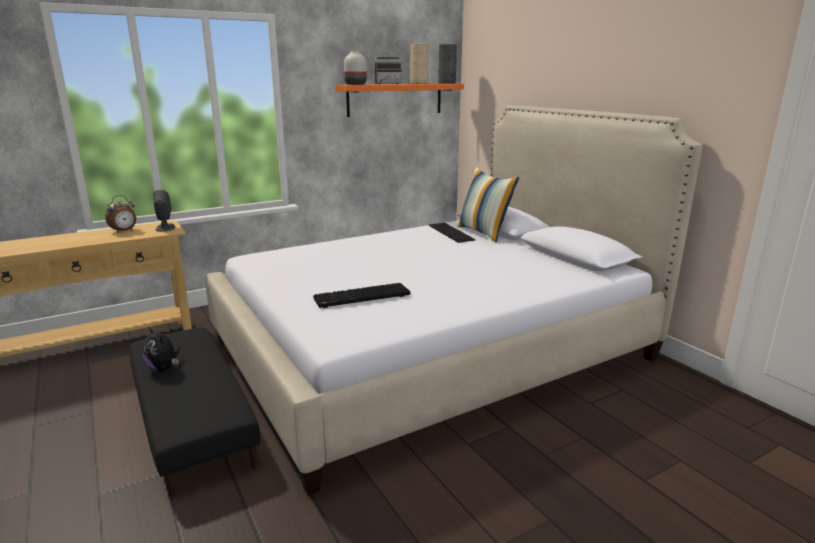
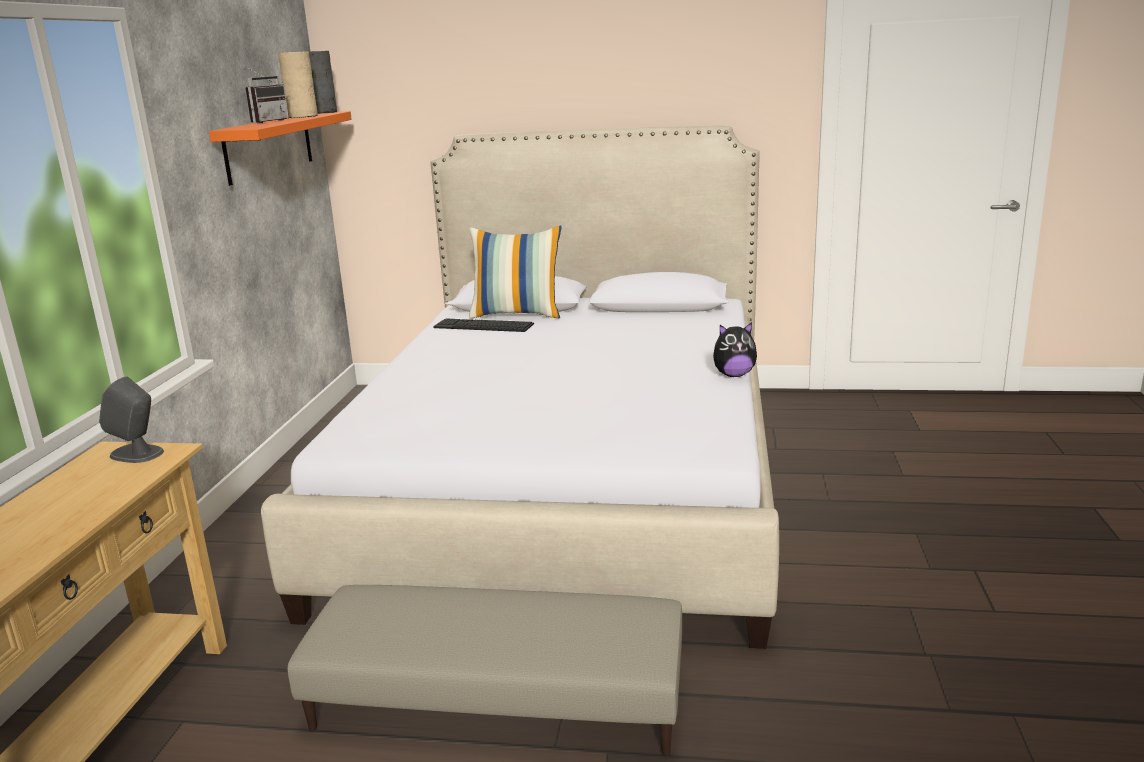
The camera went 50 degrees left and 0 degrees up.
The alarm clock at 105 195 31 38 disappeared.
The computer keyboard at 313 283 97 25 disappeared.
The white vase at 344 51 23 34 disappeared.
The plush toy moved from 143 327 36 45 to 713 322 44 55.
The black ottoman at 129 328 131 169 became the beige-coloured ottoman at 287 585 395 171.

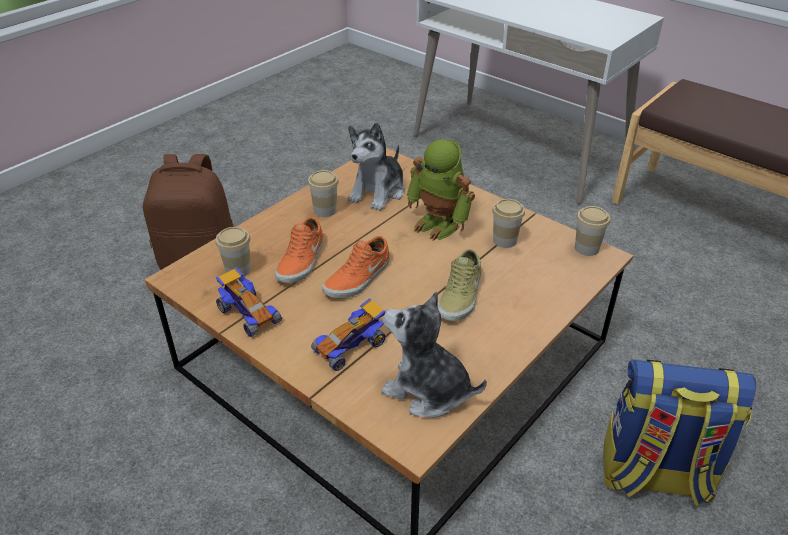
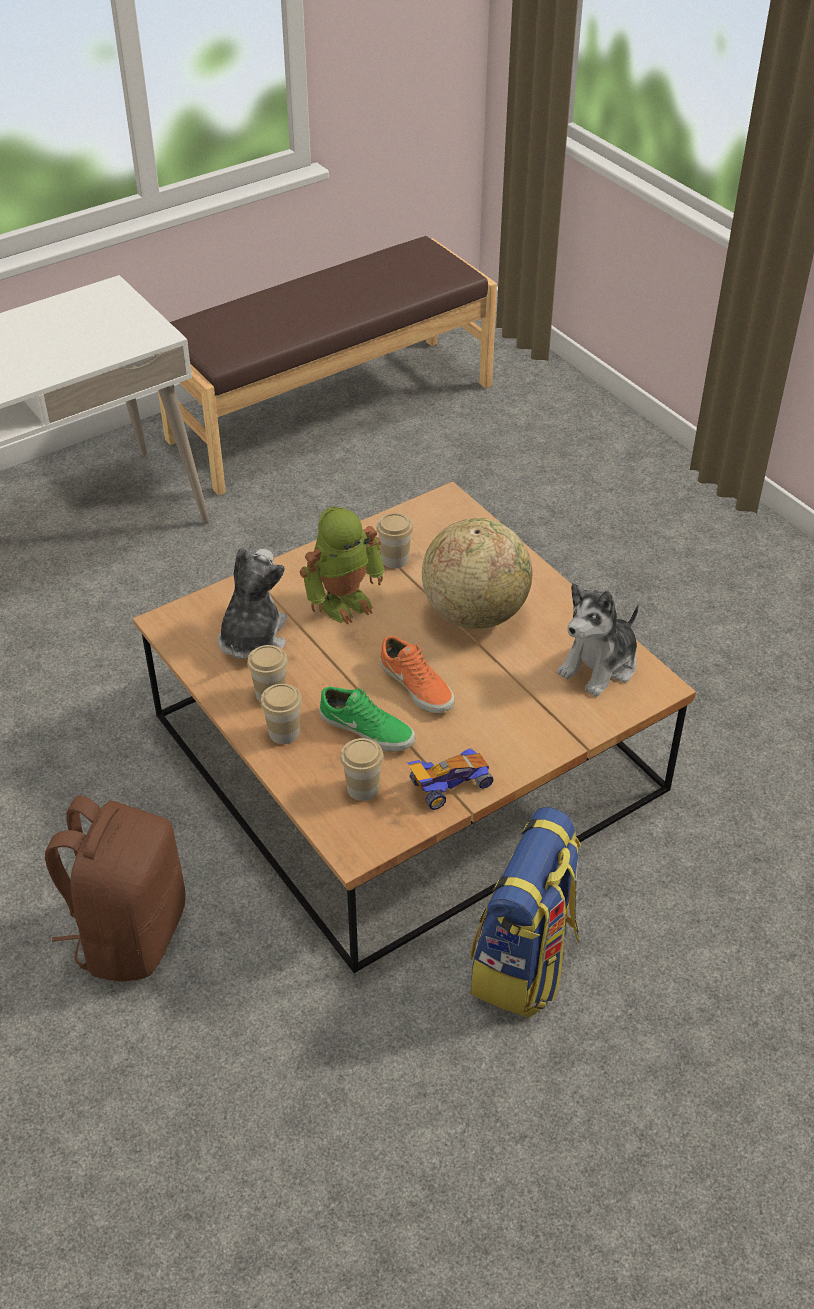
The camera went 75 degrees left and 5 degrees up.
The miniature car at 311 298 75 73 disappeared.
The small cup moved from 575 206 35 50 to 260 684 42 60.
The knapsack moved from 603 360 153 147 to 470 807 111 211.
The beige-coloured low shoe at 438 249 43 72 was replaced by the globe at 422 518 111 111.
The orange-coloured low shoe at 275 217 48 66 became the green low shoe at 319 687 97 65.
The plush toy at 348 122 57 89 turned 120 degrees counterclockwise.

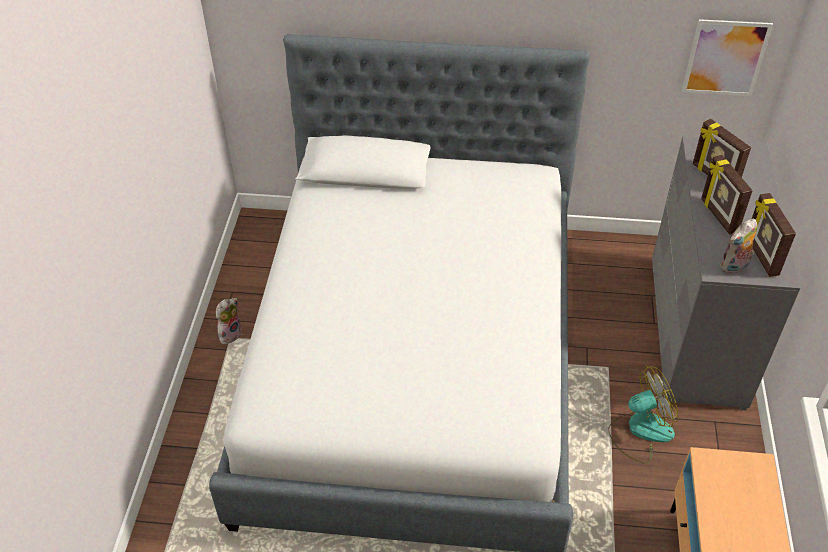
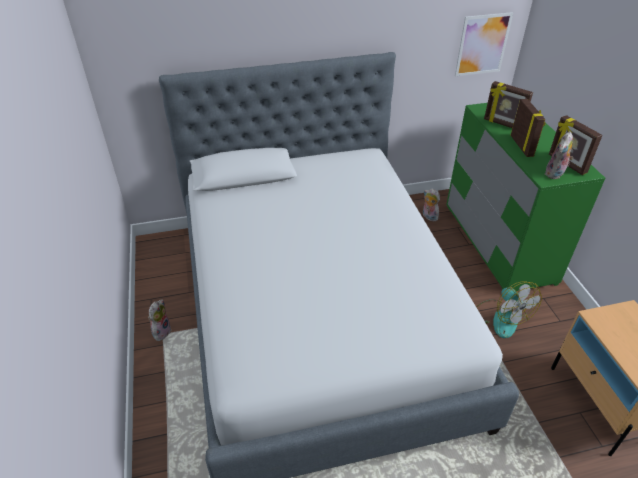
The camera went 20 degrees left and 5 degrees down.
The plush toy at 423 188 17 33 appeared.
The greyish drawer chest at 652 137 148 273 became the green drawer chest at 446 103 159 188.
The fan at 608 366 71 98 turned 105 degrees clockwise.
The photo frame at 701 155 52 80 turned 150 degrees counterclockwise.

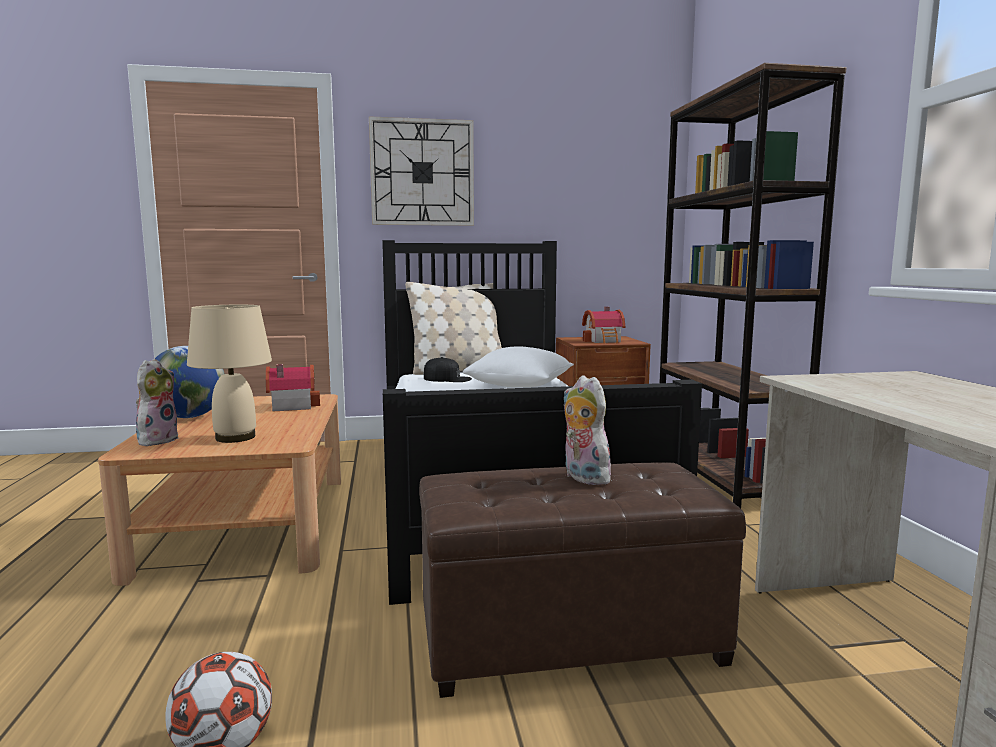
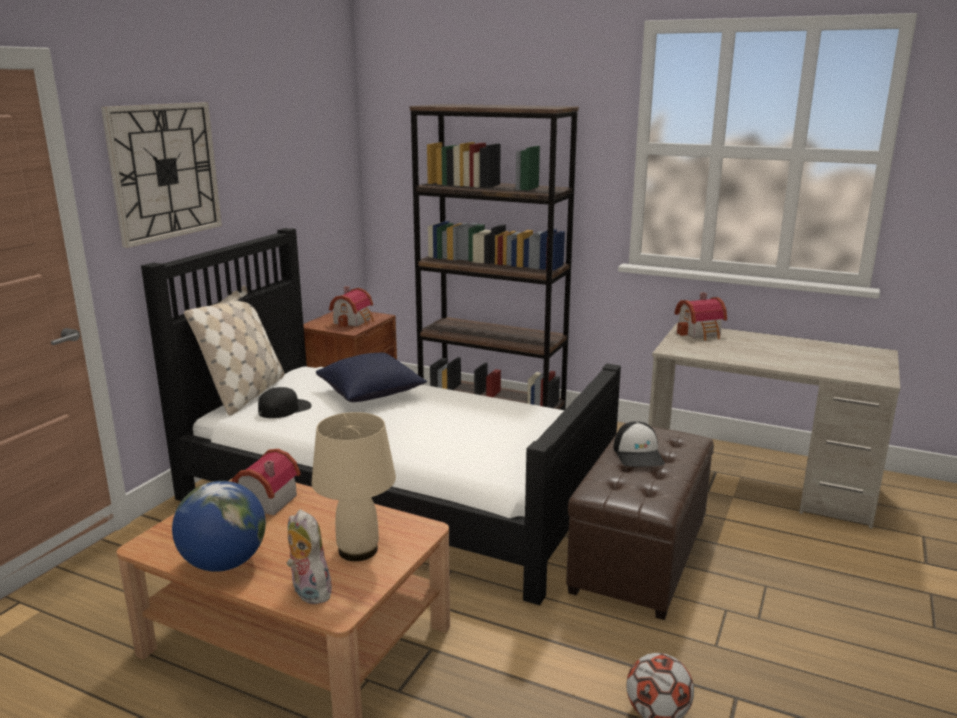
The camera went 55 degrees left and 10 degrees up.
The miniature house at 674 292 53 49 appeared.
The plush toy at 563 375 49 110 was replaced by the peaked cap at 613 421 52 46.
The white pillow at 463 346 111 41 became the blue pillow at 316 353 111 49.

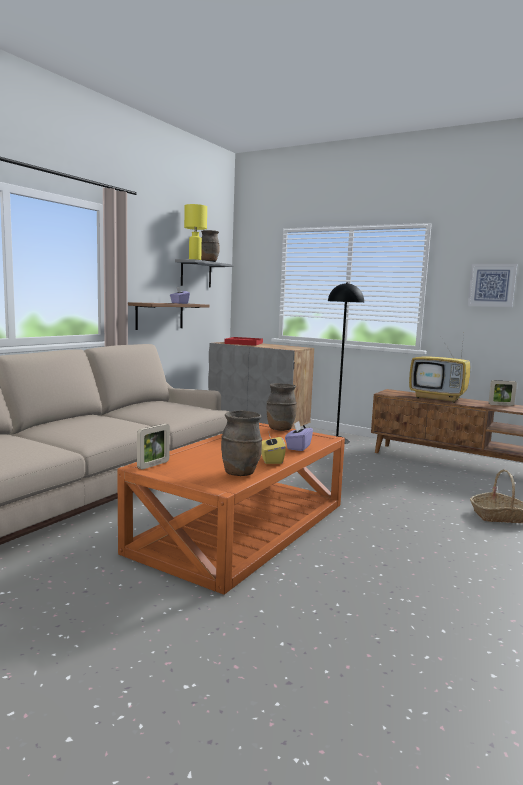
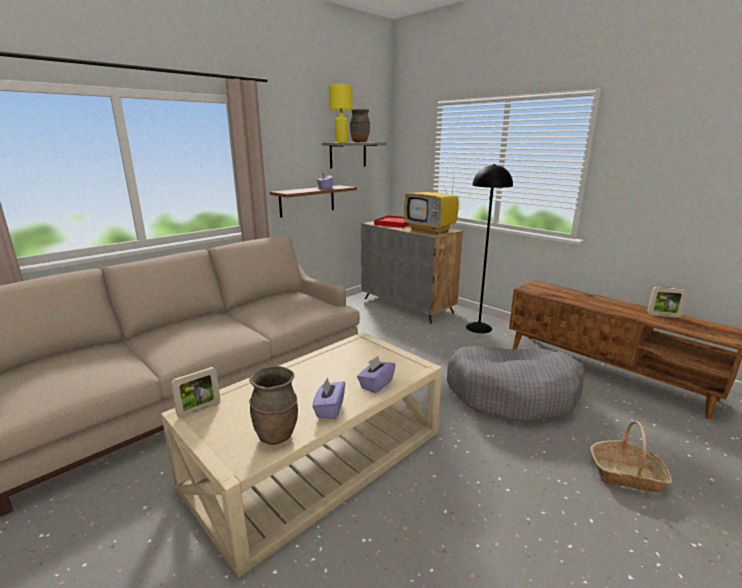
The camera went 15 degrees right and 10 degrees up.
The brownish vase at 266 383 31 48 disappeared.
The picture at 467 264 50 43 disappeared.
The greyish pet bed at 447 346 138 75 appeared.
The TV set moved from 409 336 61 67 to 404 176 55 58.
The orange-coloured low table at 117 423 228 172 became the beige-coloured low table at 161 332 281 246.
The yellowish tissue holder at 261 434 25 30 became the purplish tissue holder at 312 378 33 41.

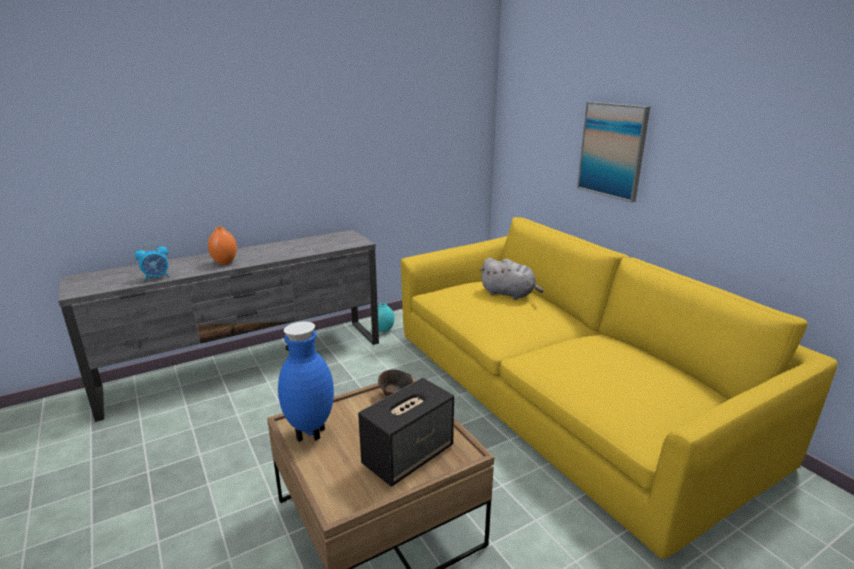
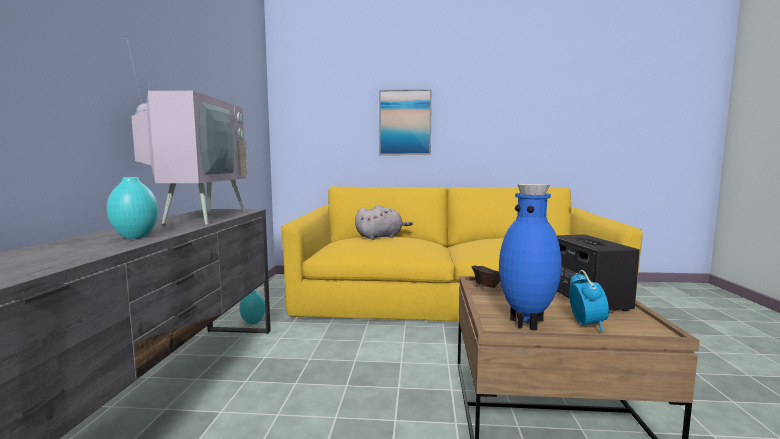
The camera went 55 degrees left and 15 degrees down.
The TV set at 125 35 122 190 appeared.
The alarm clock moved from 135 243 34 38 to 569 270 40 62.
The orange-coloured vase at 208 227 29 38 became the blue-green vase at 107 177 52 62.

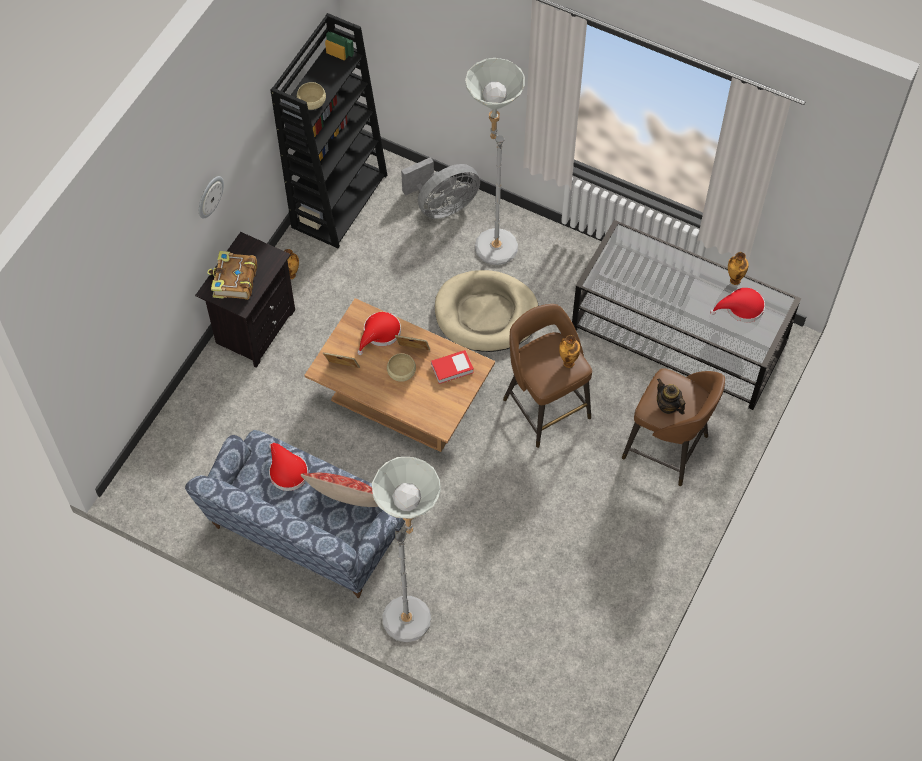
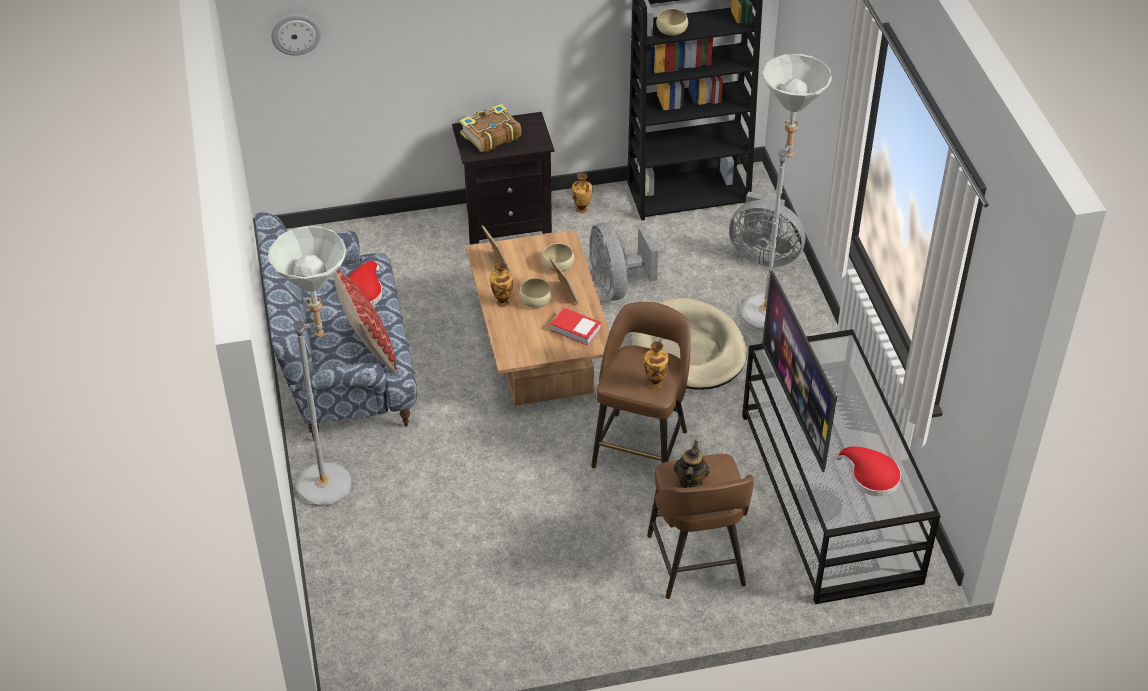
The camera went 50 degrees right and 15 degrees down.
The greyish fan at 589 222 69 79 appeared.
The TV set at 762 270 75 202 appeared.
The wall clock moved from 199 176 25 43 to 271 14 50 42.
The vase moved from 728 252 21 33 to 490 262 23 45.
The red hat at 357 312 44 43 was replaced by the beige-coloured serving bowl at 542 243 32 29.

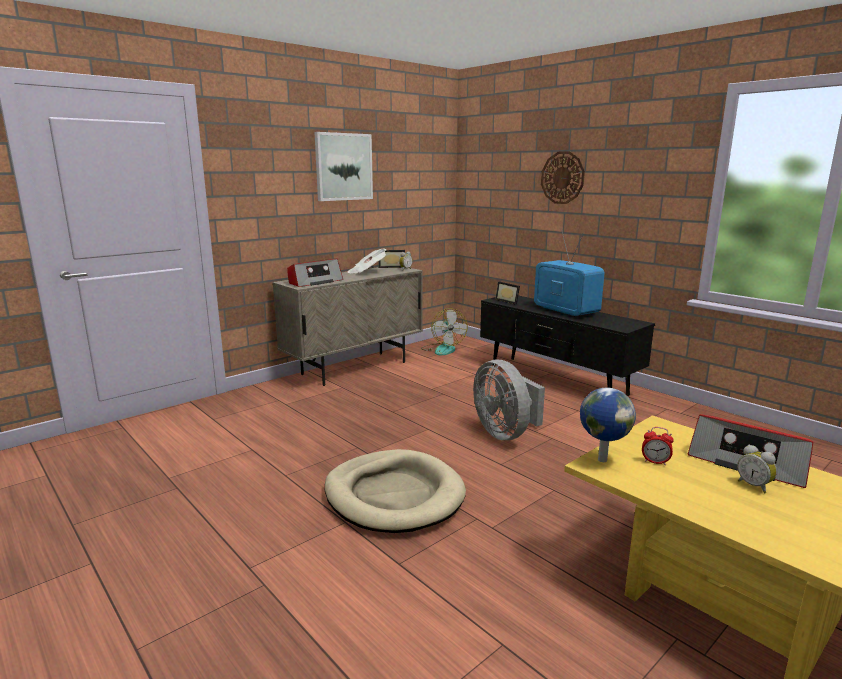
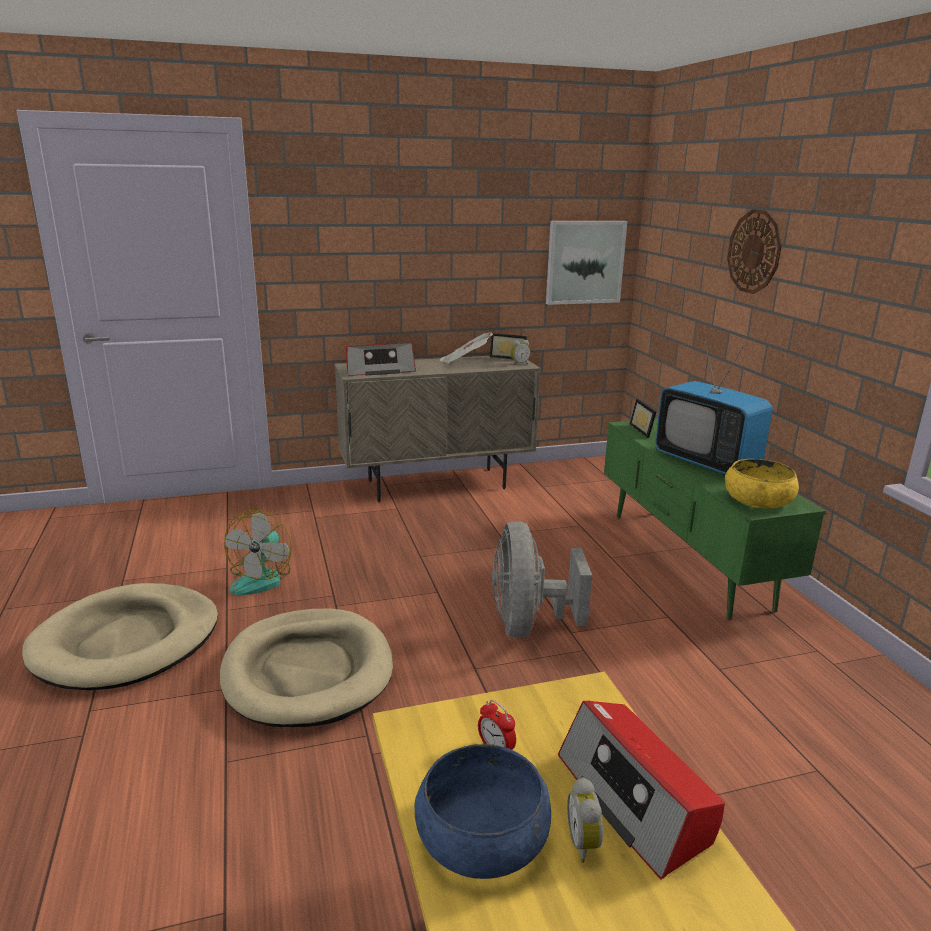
The camera went 25 degrees right and 5 degrees up.
The globe at 580 388 56 74 disappeared.
The beige-coloured pet bed at 22 583 196 107 appeared.
The blue serving bowl at 415 744 136 135 appeared.
The yellowish serving bowl at 725 459 74 50 appeared.
The picture moved from 314 132 59 69 to 546 221 81 84.
The fan moved from 421 309 47 46 to 224 510 68 85.
The black tv stand at 480 295 175 101 became the green tv stand at 604 418 222 202.
The TV set at 534 232 71 85 turned 150 degrees clockwise.

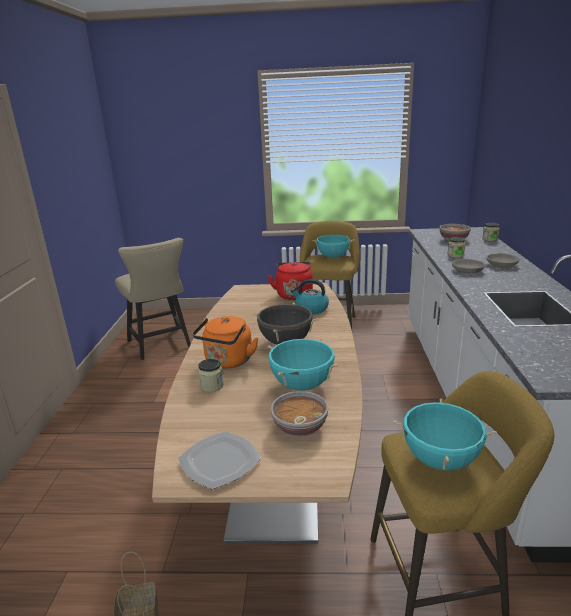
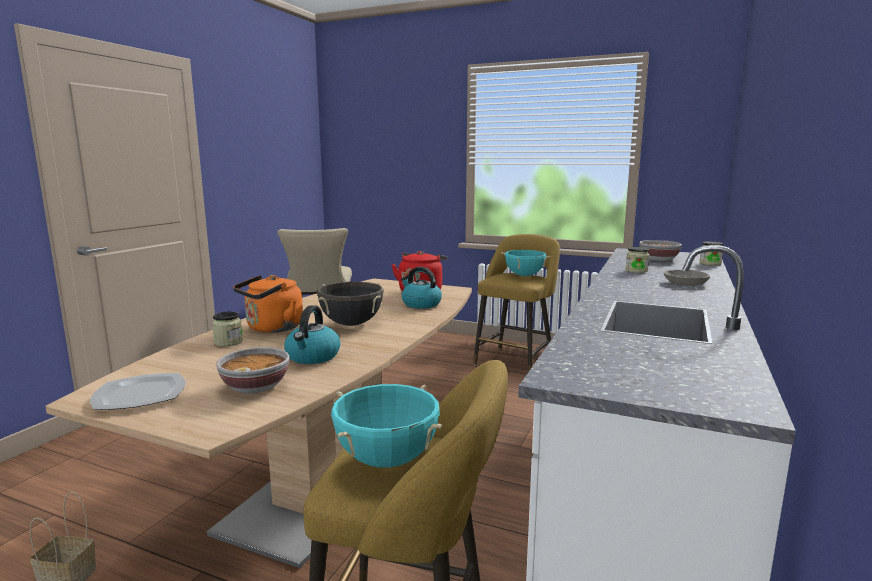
The camera went 20 degrees right and 10 degrees down.
The greyish serving bowl at 452 259 33 14 disappeared.
The blue-green cooking pot at 267 338 71 53 was replaced by the kettle at 284 305 56 59.

